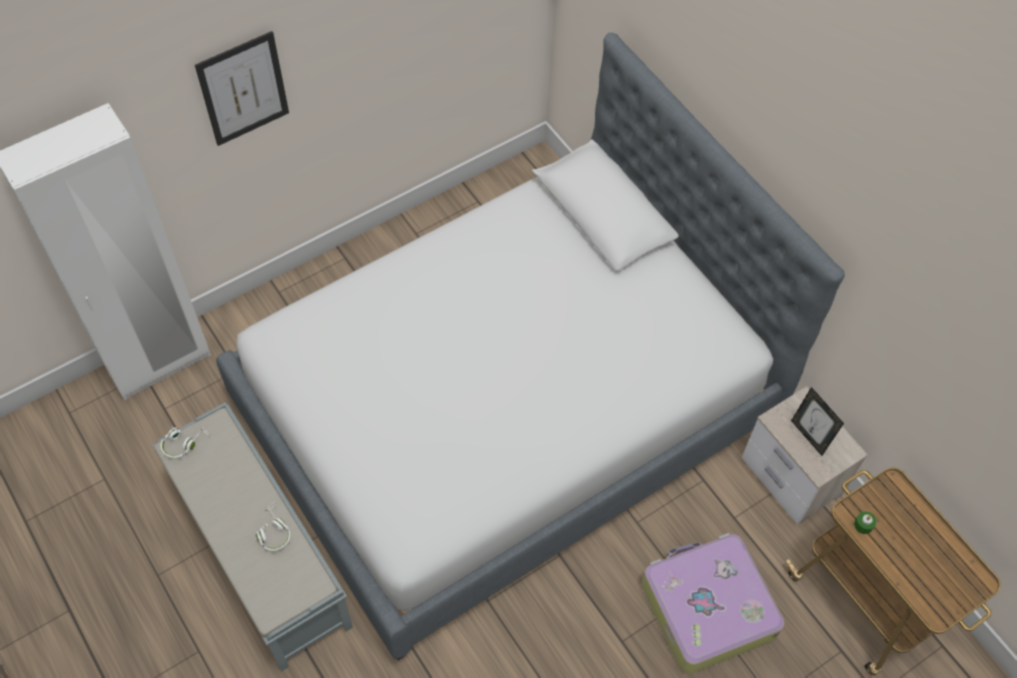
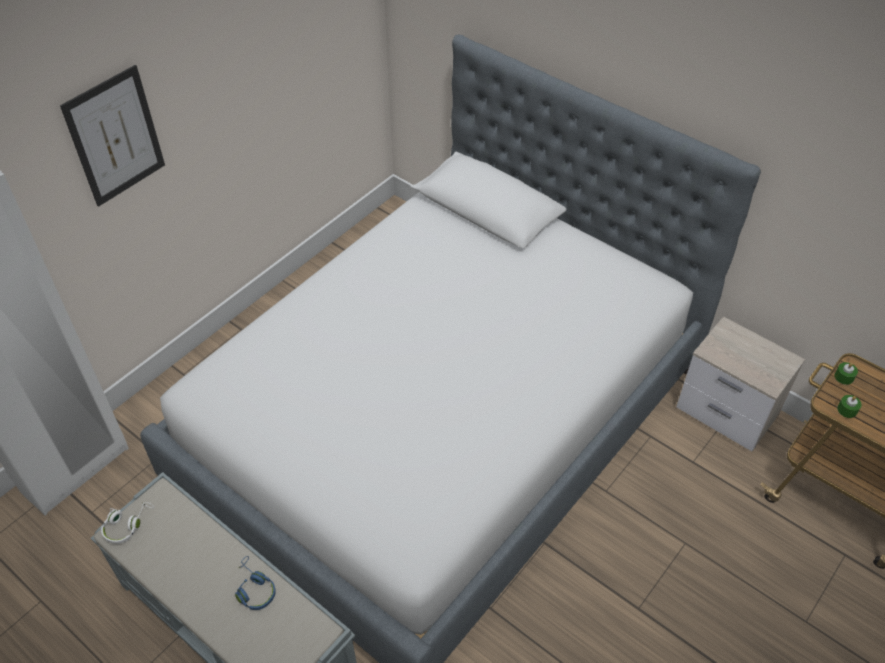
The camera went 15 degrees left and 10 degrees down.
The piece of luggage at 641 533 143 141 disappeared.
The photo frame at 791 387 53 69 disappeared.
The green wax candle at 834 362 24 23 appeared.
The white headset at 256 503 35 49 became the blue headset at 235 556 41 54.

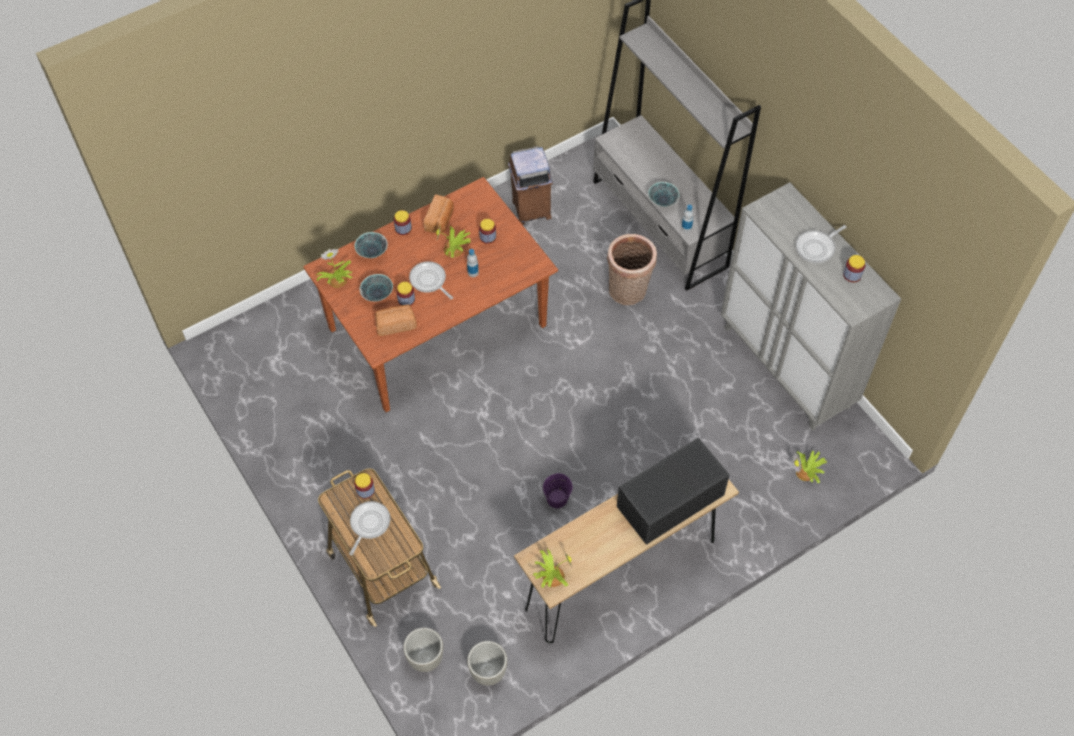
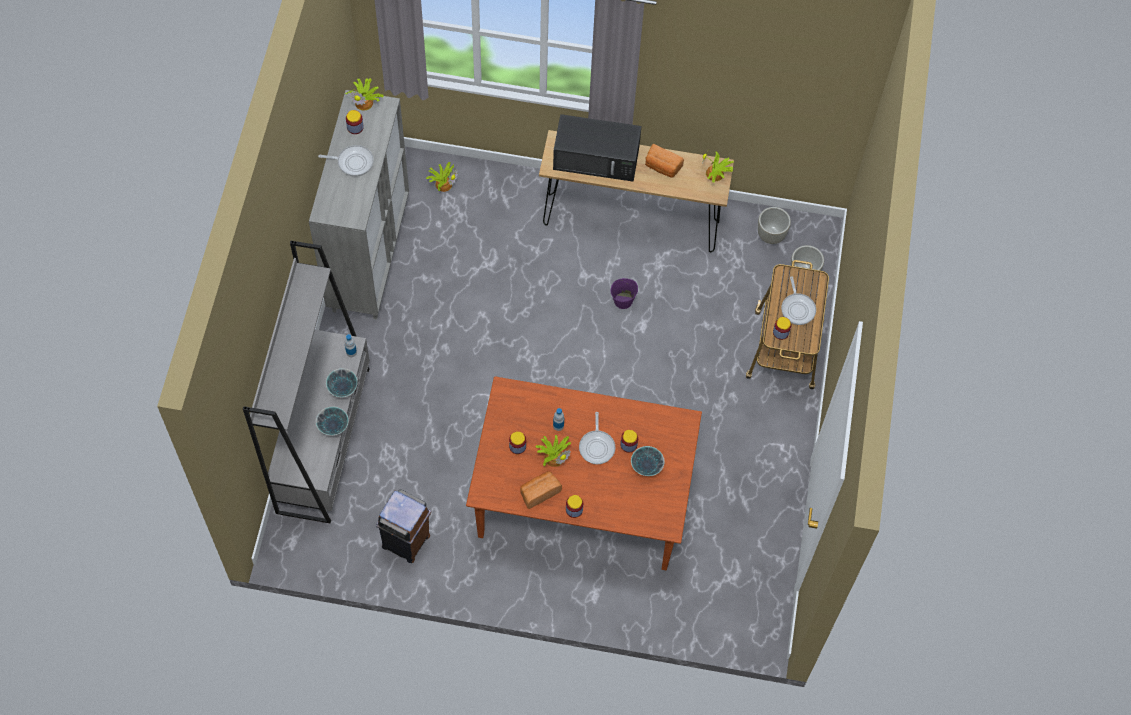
The camera went 140 degrees left and 5 degrees up.
The basket at 607 234 50 71 disappeared.
The potted plant moved from 317 249 35 39 to 345 78 39 33.
The serving bowl moved from 354 232 34 26 to 316 406 33 29.
The baked bread moved from 375 305 42 31 to 645 144 39 34.
The skillet at 349 501 41 54 turned 75 degrees counterclockwise.

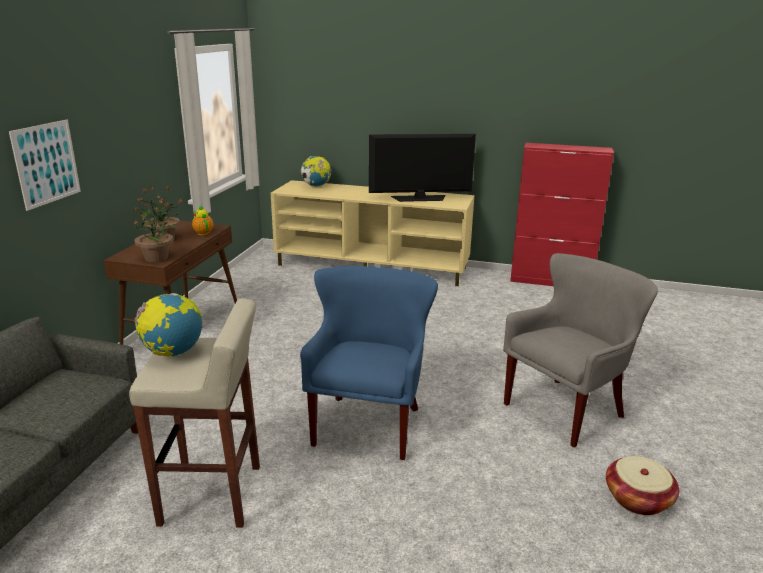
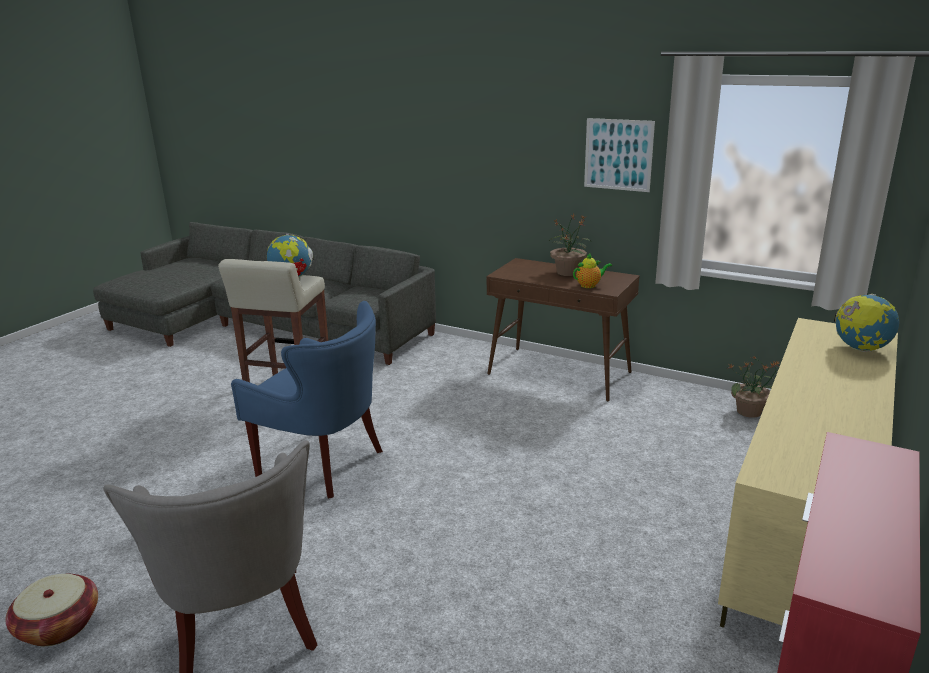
The camera went 105 degrees right and 0 degrees up.
The TV set at 369 134 107 68 disappeared.
The picture moved from 9 120 72 91 to 584 118 71 74.
The potted plant moved from 133 200 44 62 to 729 356 50 62.

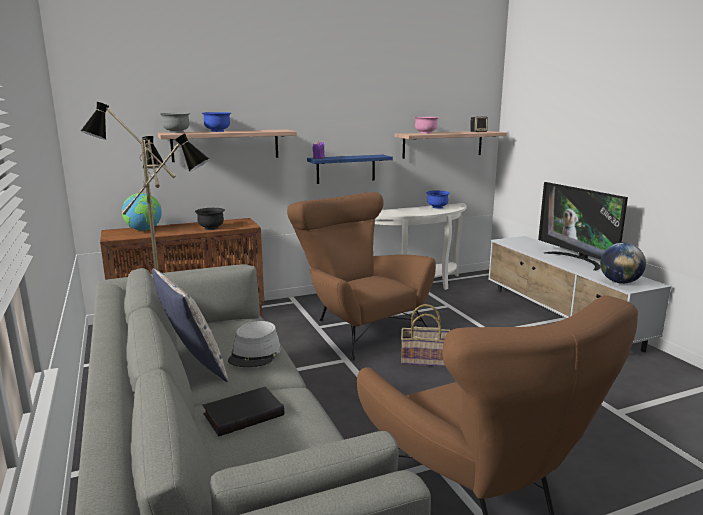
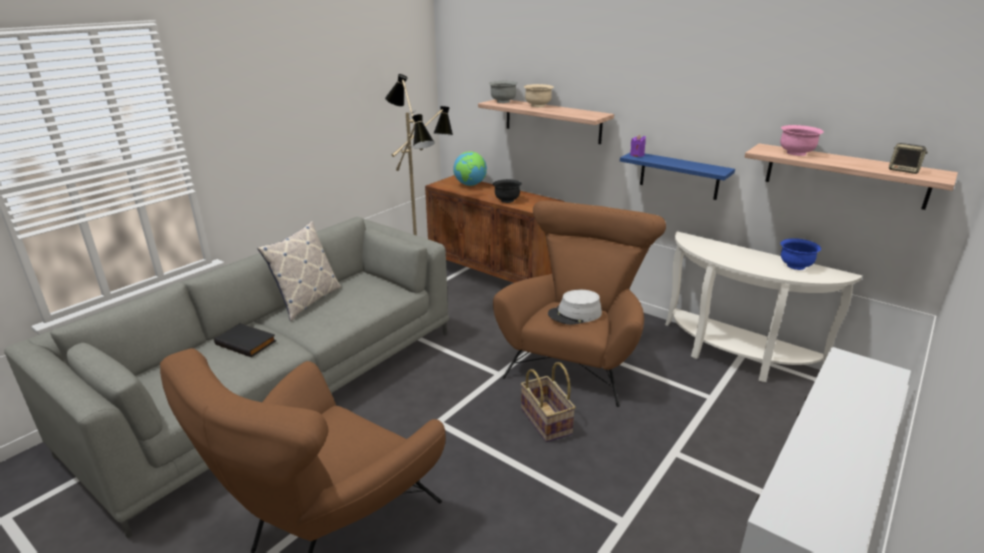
The camera went 60 degrees right and 10 degrees up.
The TV set at 538 182 90 89 disappeared.
The globe at 600 243 46 41 disappeared.
The greyish hat moved from 228 321 53 46 to 548 290 54 35.
The blue serving bowl at 202 112 29 20 became the beige-coloured serving bowl at 524 84 30 23.

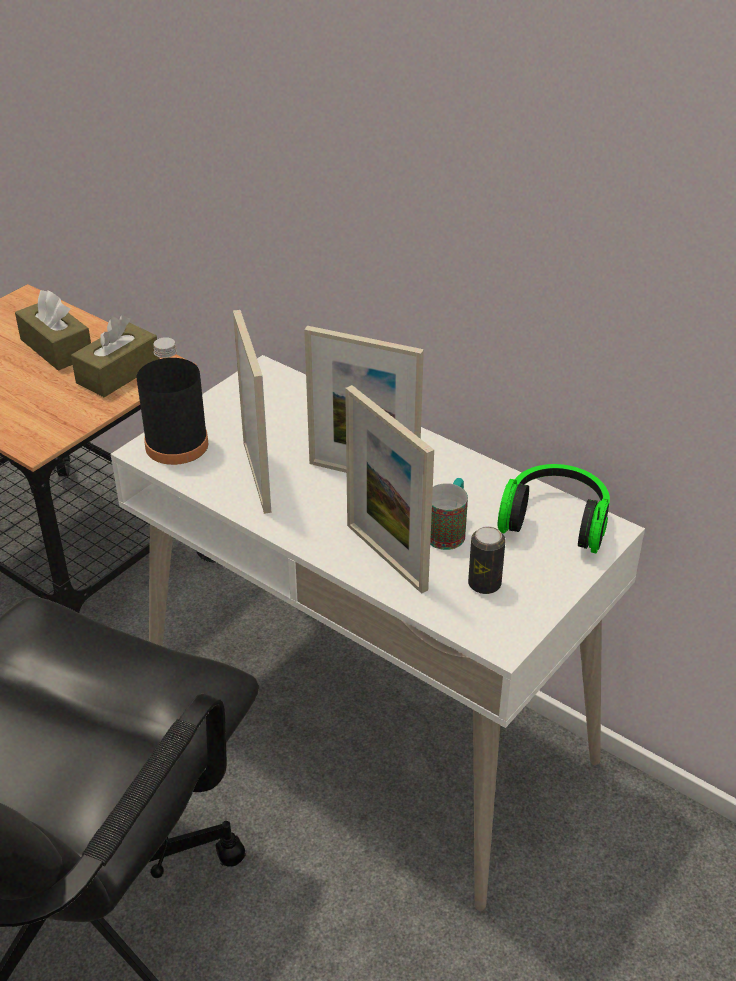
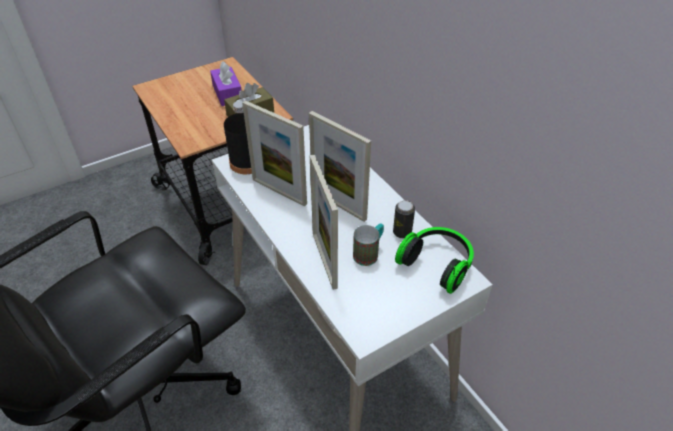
The camera went 20 degrees right and 5 degrees up.
The can moved from 468 526 38 68 to 393 200 22 38.
The brownish tissue holder at 15 290 76 81 became the purplish tissue holder at 210 61 32 45.
The photo frame at 233 310 39 204 turned 120 degrees clockwise.

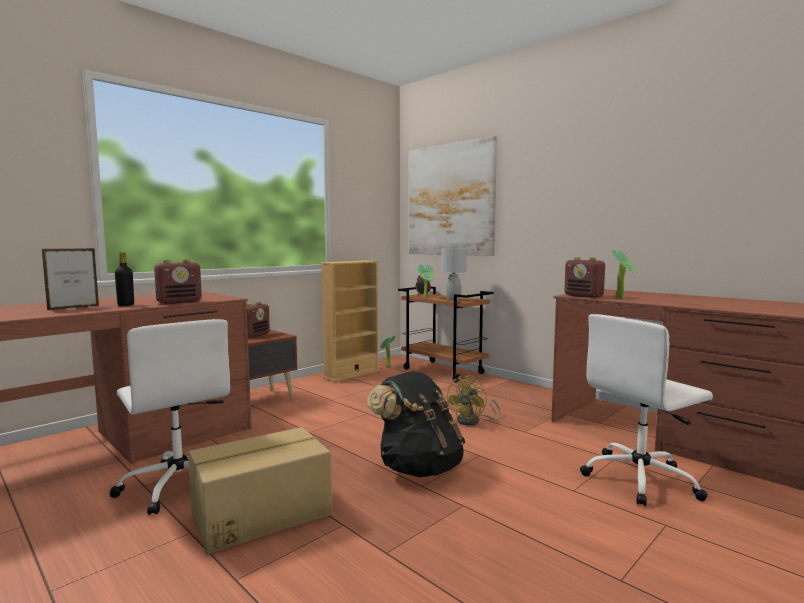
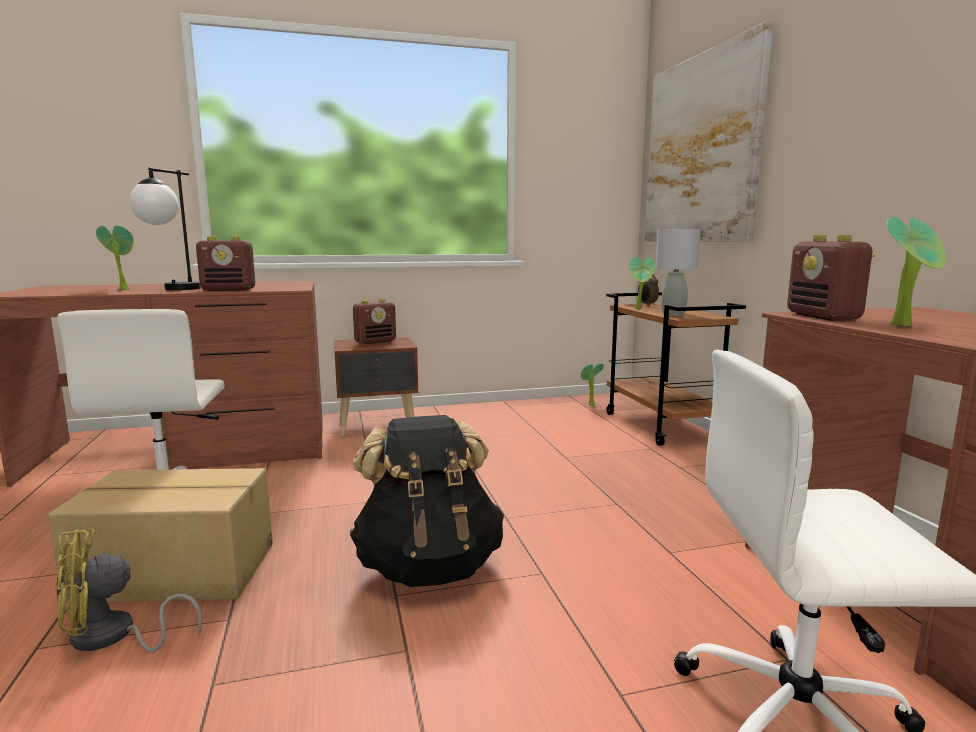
The camera went 30 degrees right and 5 degrees up.
The beige-coloured bookshelf at 321 261 59 121 disappeared.
The yellowish fan moved from 447 375 54 51 to 55 528 147 124.
The photo frame at 42 248 57 62 was replaced by the potted plant at 96 225 38 65.
The black bottle at 115 252 19 54 was replaced by the table lamp at 129 167 72 123.

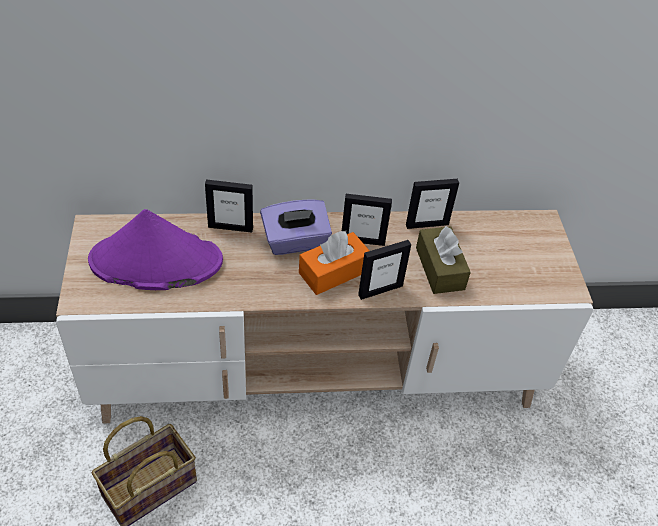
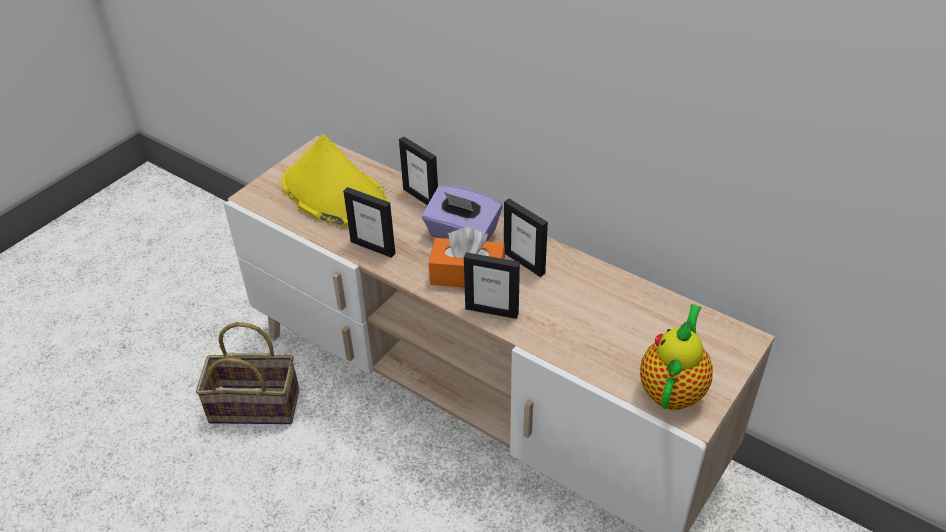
The camera went 45 degrees right and 5 degrees down.
The brownish tissue holder at 416 226 55 68 disappeared.
The tea pot at 640 304 73 106 appeared.
The photo frame moved from 406 179 53 50 to 343 187 52 71.
The purplish hat at 88 209 135 81 became the yellowish hat at 282 134 108 93.

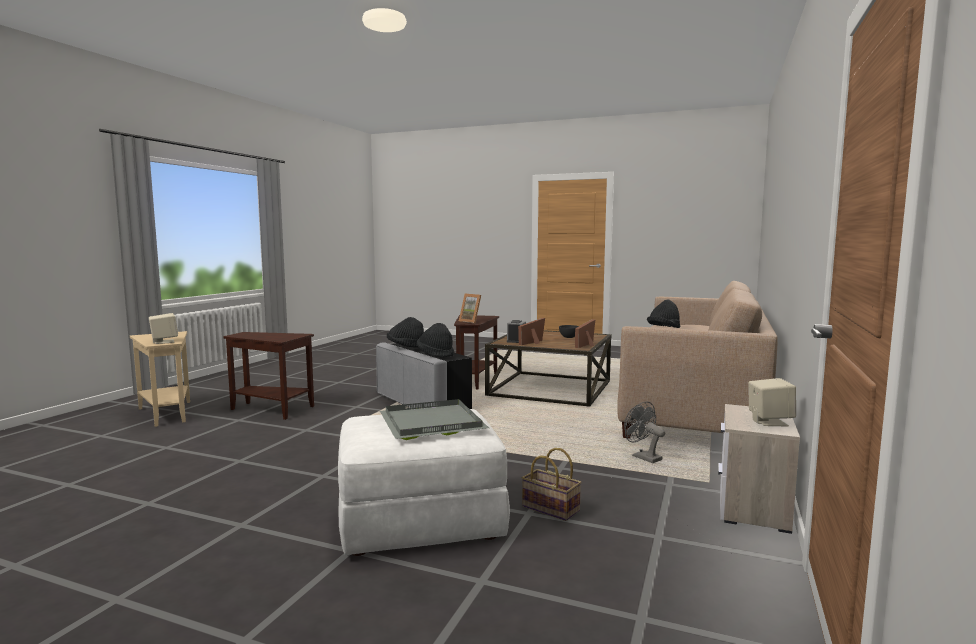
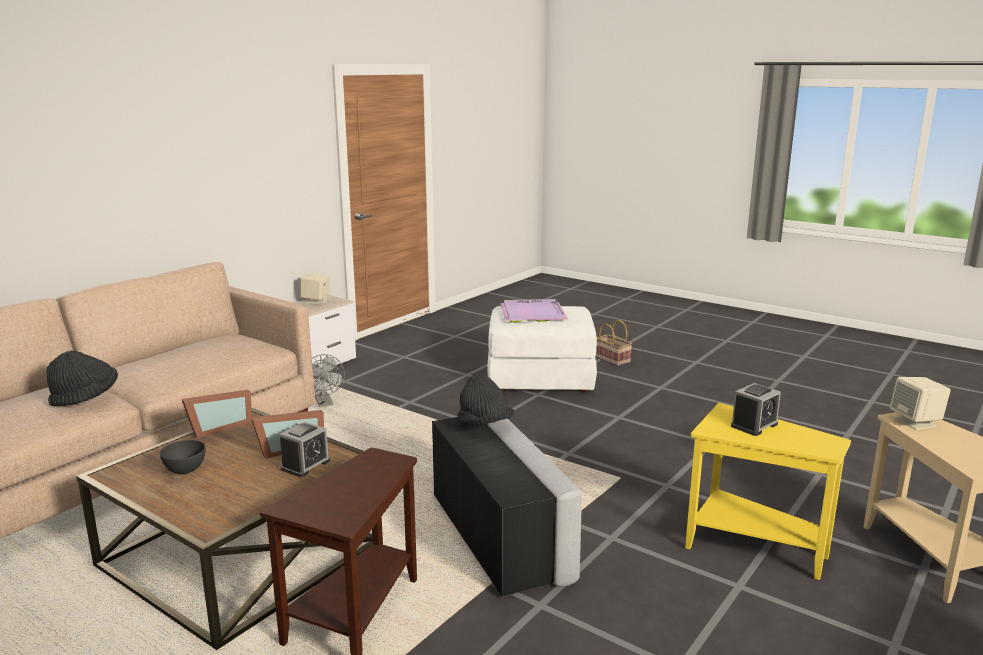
The camera went 165 degrees left and 10 degrees up.
The black hat at 387 317 37 31 disappeared.
The photo frame at 459 294 22 29 disappeared.
The alarm clock at 731 383 50 53 appeared.
The basket moved from 522 448 60 73 to 596 320 36 46.
The brownish end table at 223 332 91 88 became the yellowish end table at 685 403 166 177.
The greyish serving tray at 380 399 109 41 became the purplish serving tray at 500 299 68 24.

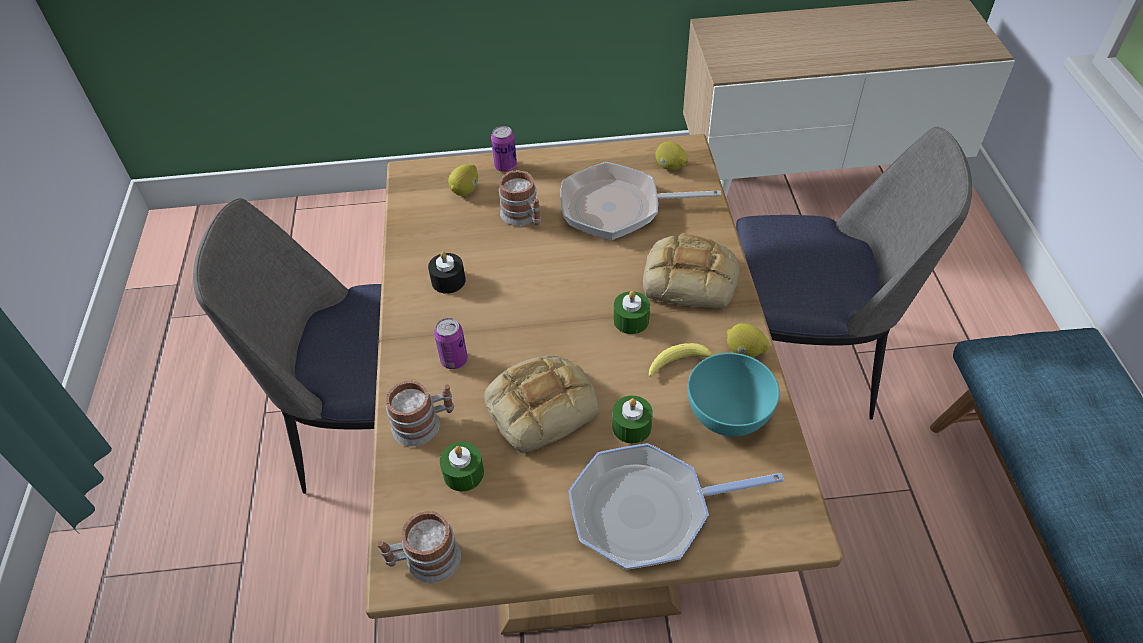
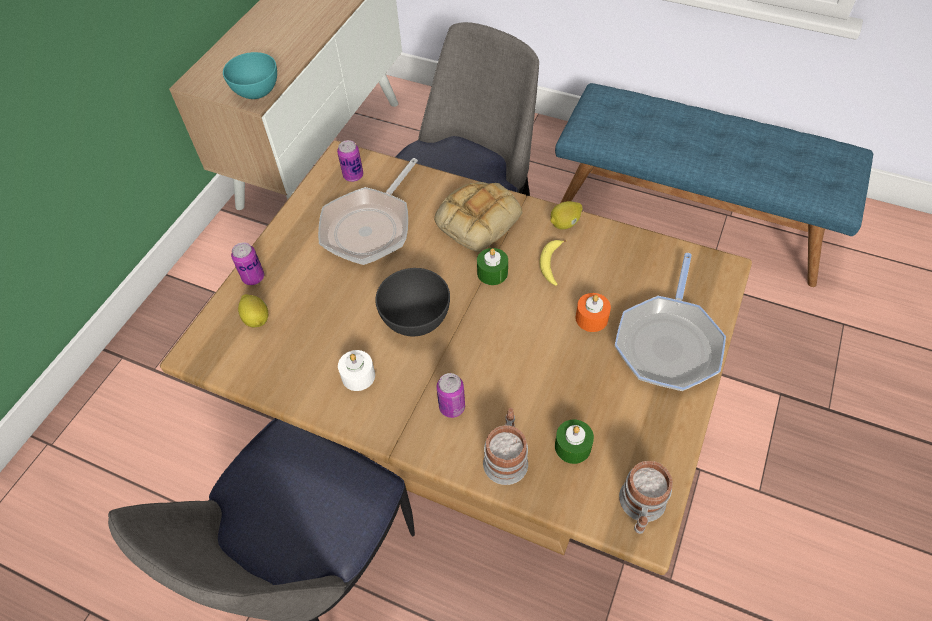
The camera went 60 degrees left and 5 degrees up.
The baked bread at 484 356 115 97 disappeared.
The coffee mug at 499 170 42 56 disappeared.
The greyish serving bowl at 375 268 75 68 appeared.
The blue-green serving bowl moved from 688 353 92 84 to 223 52 54 47.
The citrus fruit at 656 141 32 29 was replaced by the can at 337 140 26 42.
The black wax candle at 428 251 38 43 became the white wax candle at 338 350 37 41.
The green wax candle at 612 396 41 48 became the orange-coloured wax candle at 575 293 36 39.

